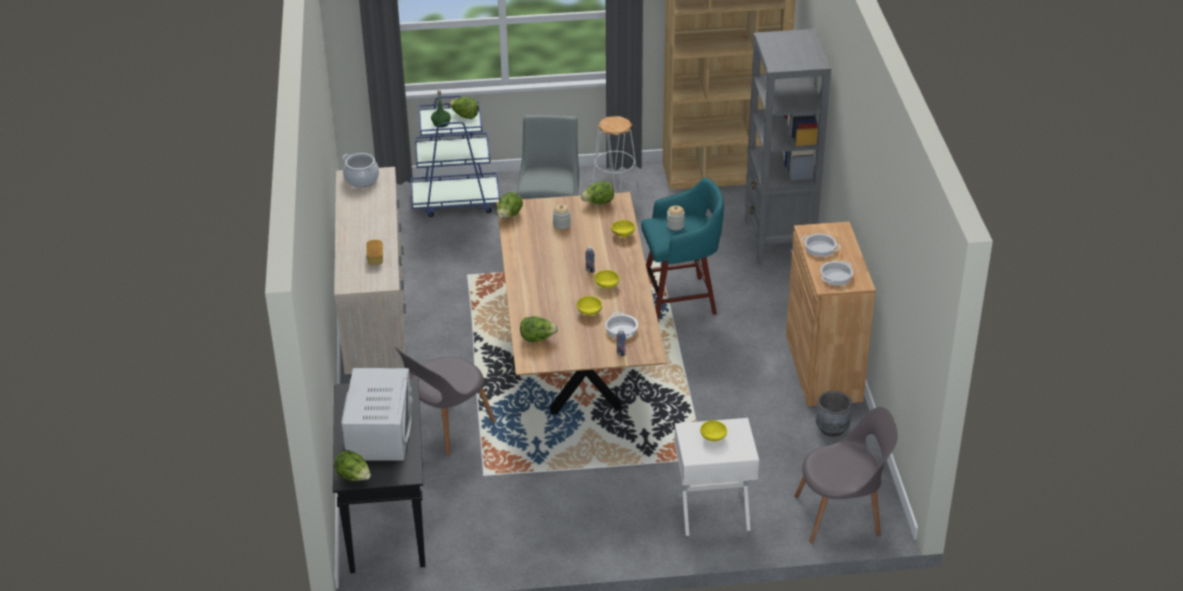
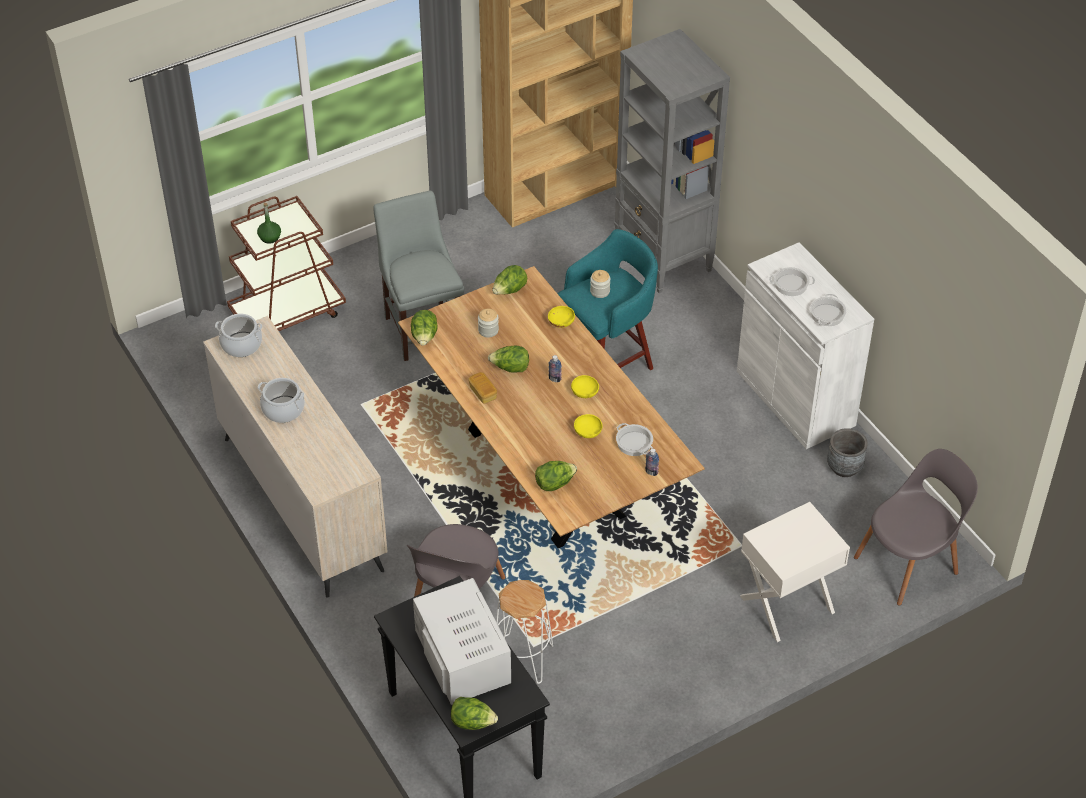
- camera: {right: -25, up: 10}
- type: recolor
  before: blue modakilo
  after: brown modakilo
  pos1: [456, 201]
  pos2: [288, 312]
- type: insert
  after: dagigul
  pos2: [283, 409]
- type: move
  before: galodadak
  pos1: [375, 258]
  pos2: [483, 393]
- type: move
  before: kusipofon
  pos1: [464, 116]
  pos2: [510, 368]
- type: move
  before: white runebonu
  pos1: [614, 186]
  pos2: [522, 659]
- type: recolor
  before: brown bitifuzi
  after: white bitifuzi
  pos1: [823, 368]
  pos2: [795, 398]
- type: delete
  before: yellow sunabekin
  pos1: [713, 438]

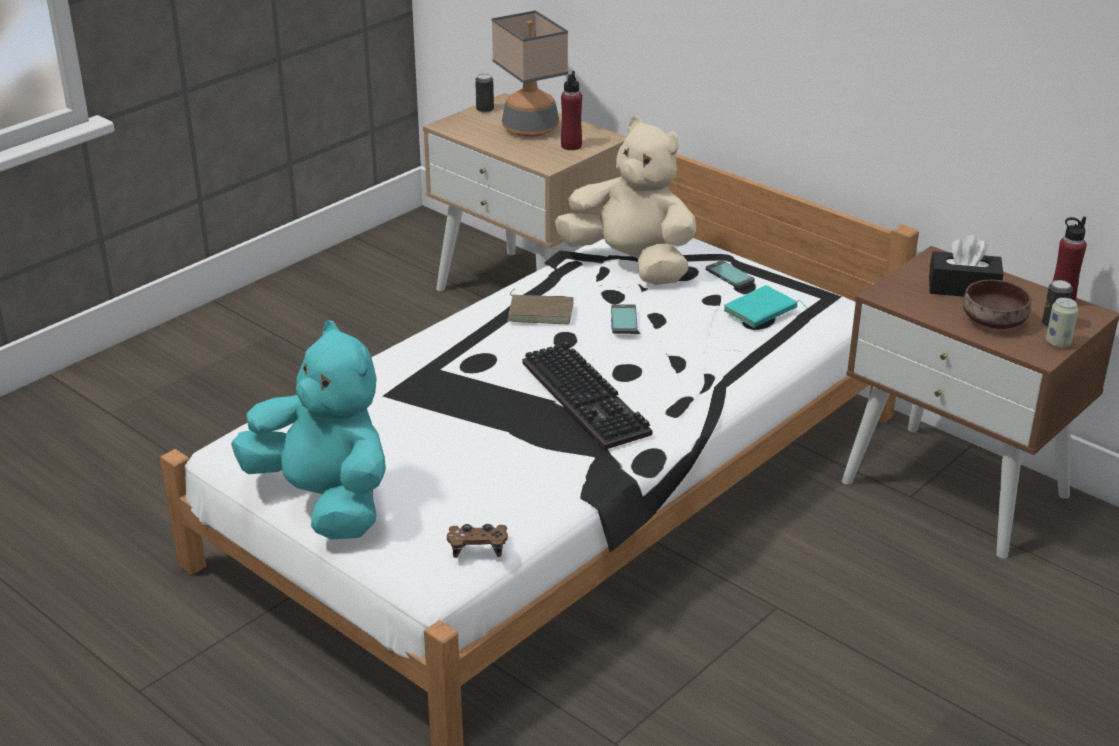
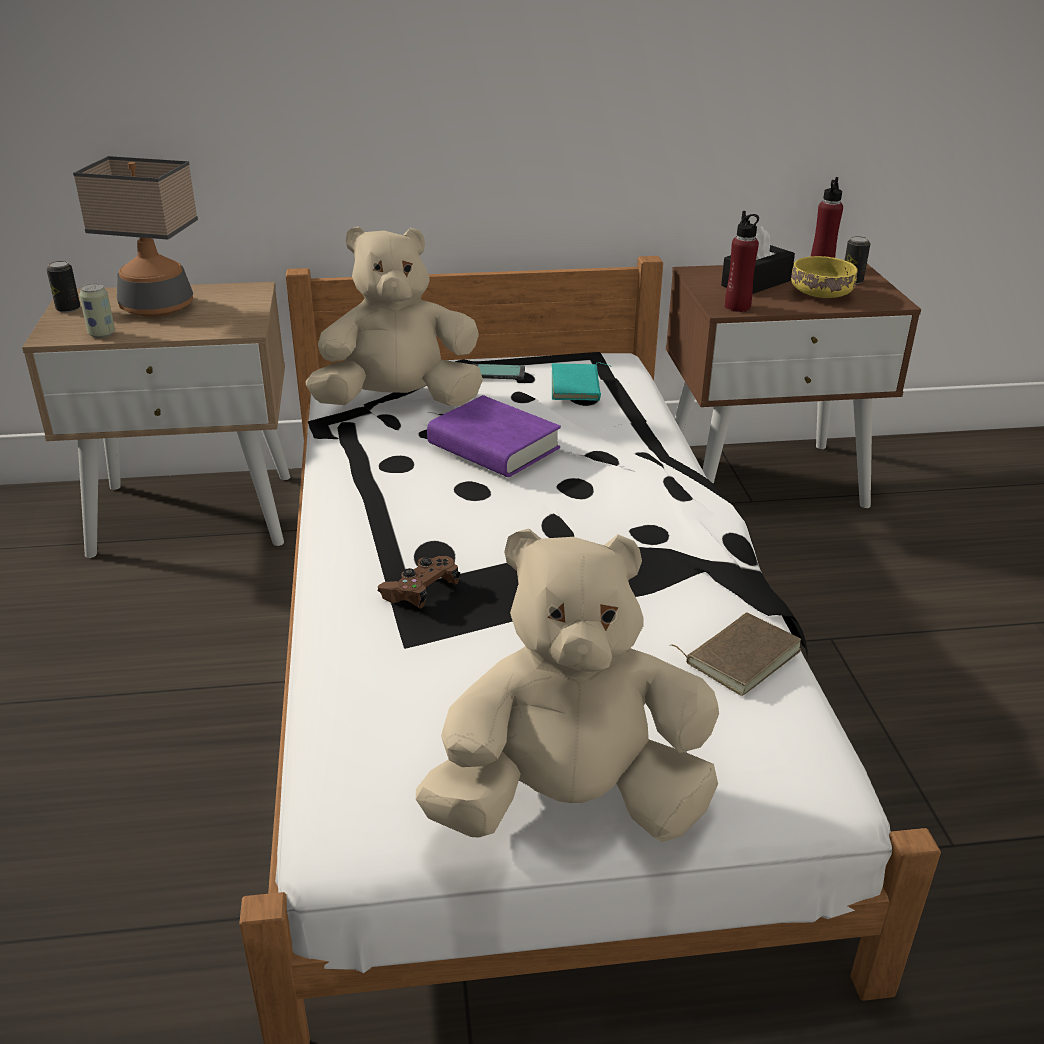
- camera: {right: -50, up: 0}
- type: move
  before: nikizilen
  pos1: [1058, 343]
  pos2: [102, 334]
- type: move
  before: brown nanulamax
  pos1: [477, 548]
  pos2: [421, 592]
- type: recolor
  before: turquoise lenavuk
  after: beige lenavuk
  pos1: [325, 501]
  pos2: [571, 802]
- type: replace
  before: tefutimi
  after: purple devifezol
  pos1: [623, 320]
  pos2: [493, 446]
- type: move
  before: brown devifezol
  pos1: [541, 311]
  pos2: [740, 656]
- type: move
  before: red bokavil
  pos1: [571, 146]
  pos2: [737, 307]
- type: recolor
  before: brown sunabekin
  after: yellow sunabekin
  pos1: [995, 321]
  pos2: [822, 294]
- type: delete
  before: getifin
  pos1: [589, 399]

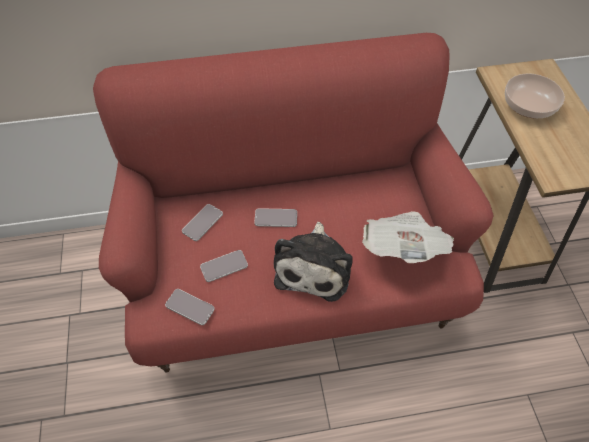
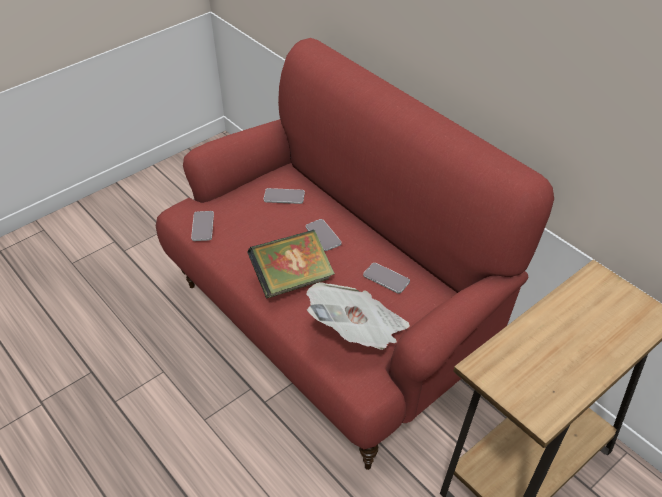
- camera: {right: 60, up: -10}
- type: replace
  before: lenavuk
  after: devifezol
  pos1: [314, 266]
  pos2: [292, 280]
- type: move
  before: tefutimi
  pos1: [224, 266]
  pos2: [386, 278]
- type: delete
  before: sunabekin
  pos1: [529, 106]

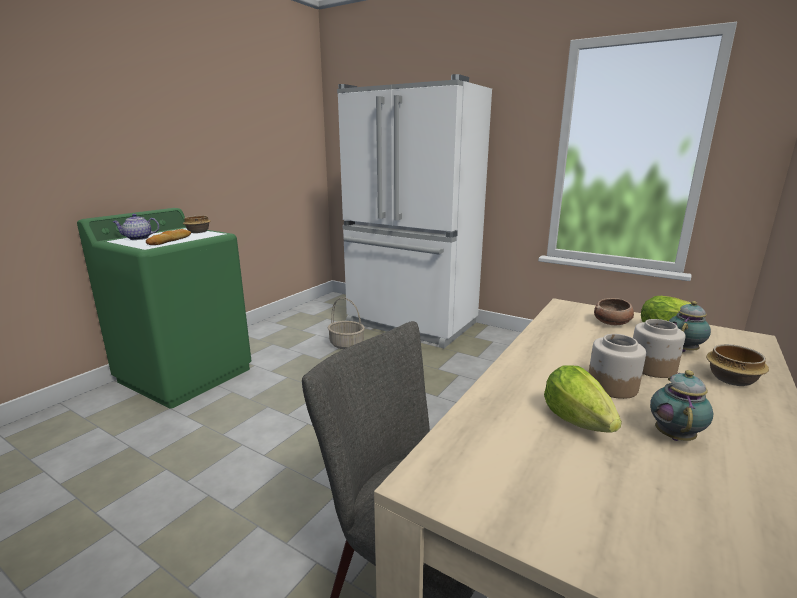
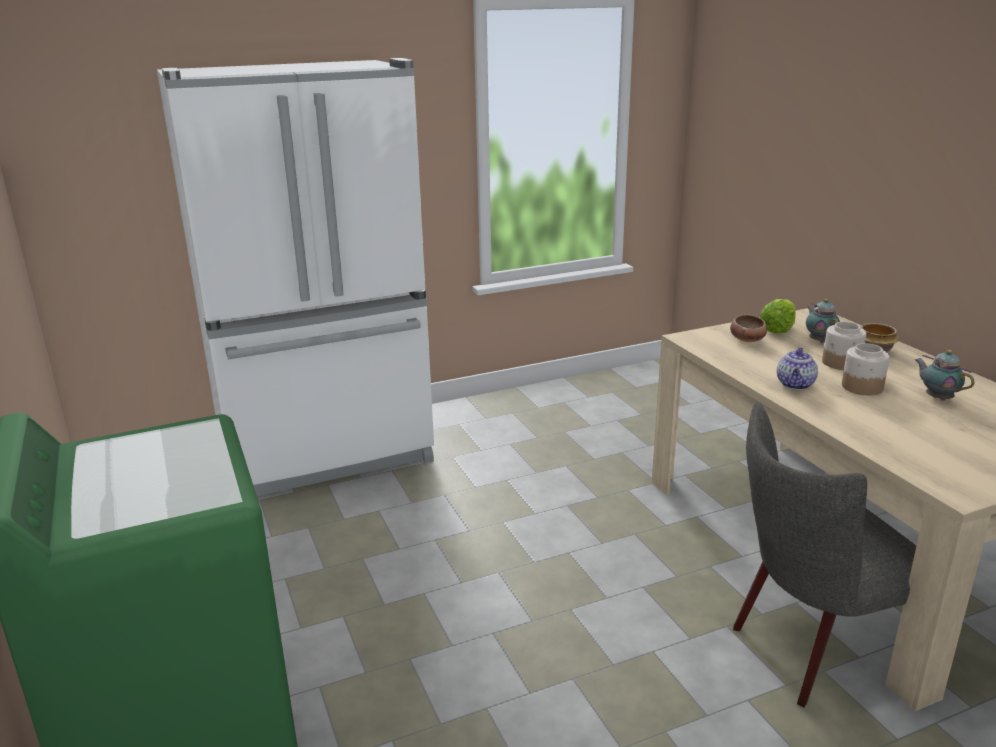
- camera: {right: -55, up: 5}
- type: move
  before: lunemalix
  pos1: [138, 238]
  pos2: [795, 385]
- type: delete
  before: galodadak
  pos1: [170, 240]
- type: delete
  before: sunabekin
  pos1: [198, 232]
- type: delete
  before: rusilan
  pos1: [347, 344]
- type: delete
  before: kusipofon
  pos1: [577, 420]

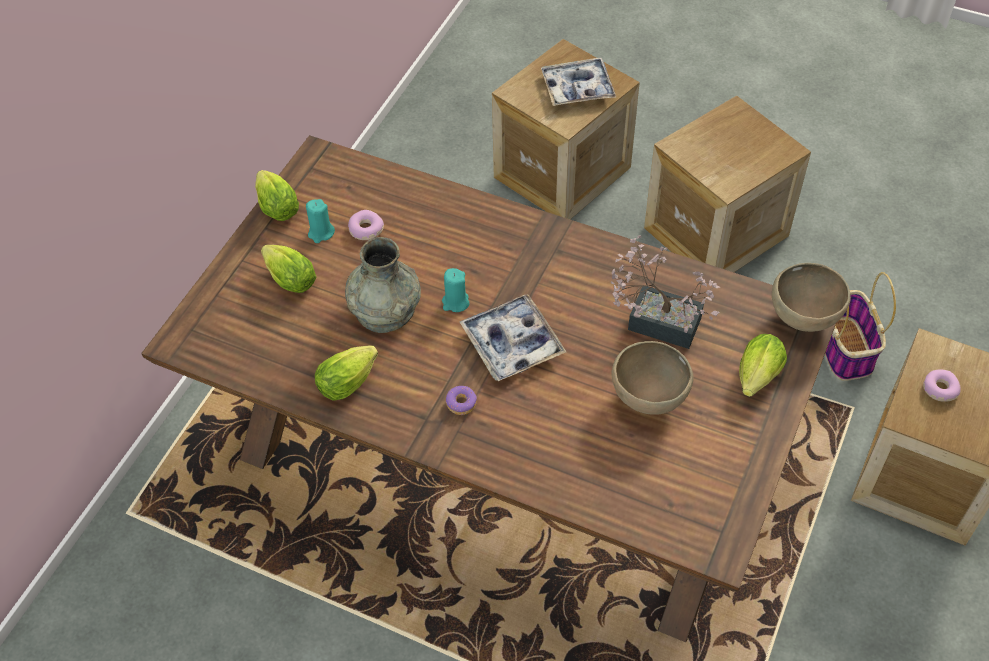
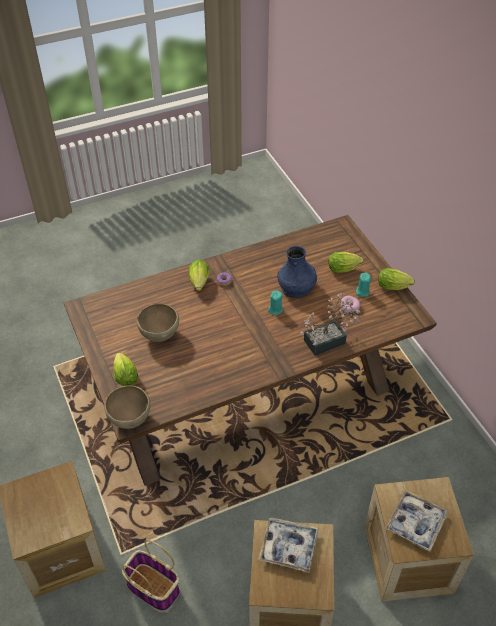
- camera: {right: 130, up: -5}
- type: move
  before: kusipofon
  pos1: [350, 381]
  pos2: [199, 284]
- type: move
  before: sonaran
  pos1: [512, 343]
  pos2: [288, 547]
- type: recolor
  before: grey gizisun
  after: blue gizisun
  pos1: [384, 309]
  pos2: [296, 287]
- type: move
  before: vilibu
  pos1: [656, 320]
  pos2: [329, 340]
- type: delete
  before: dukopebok
  pos1: [939, 389]

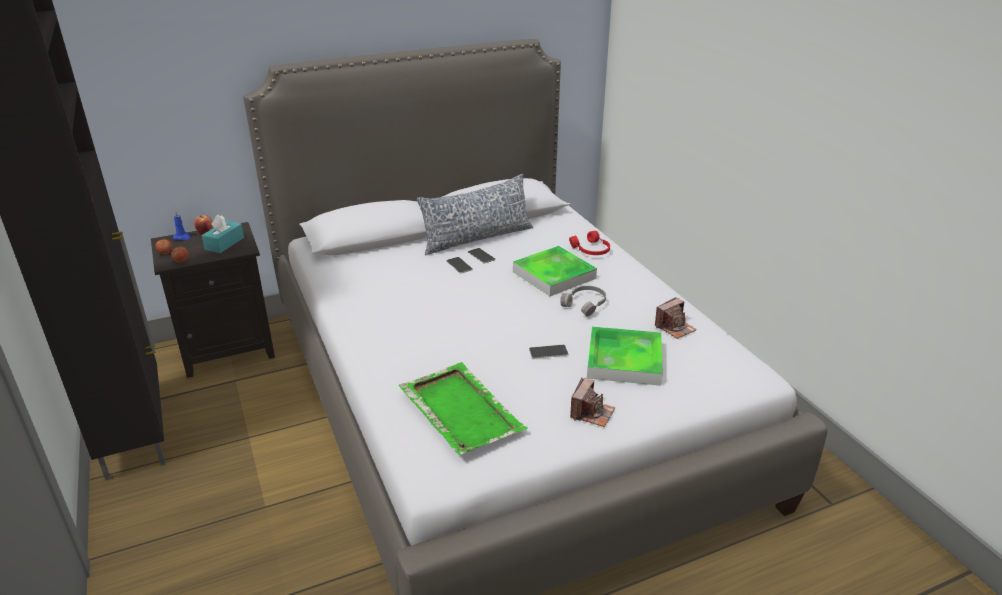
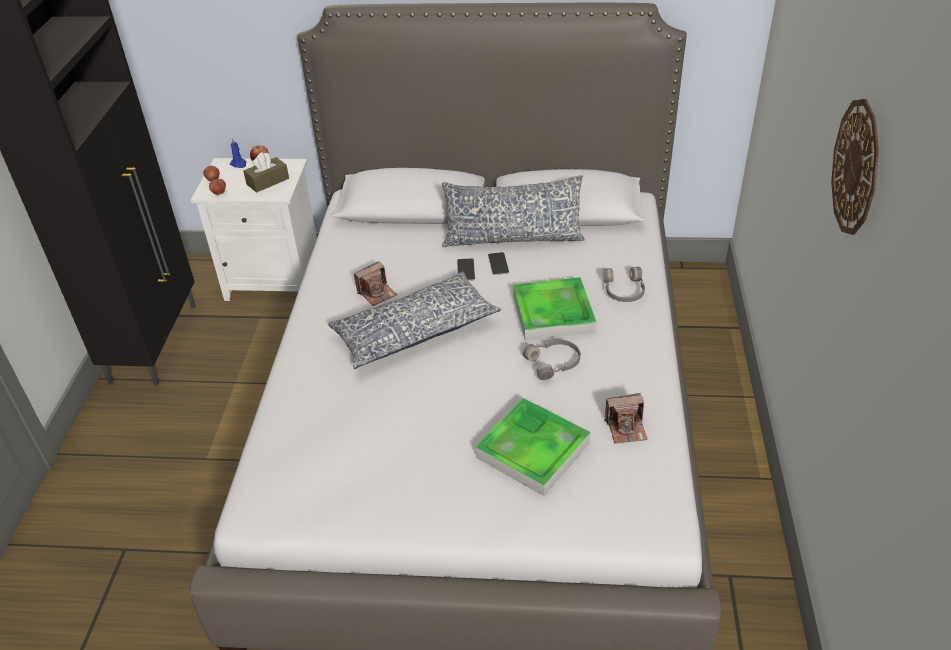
- camera: {right: 30, up: 10}
- type: recolor
  before: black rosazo
  after: white rosazo
  pos1: [229, 348]
  pos2: [275, 279]
- type: recolor
  before: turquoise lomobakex
  after: brown lomobakex
  pos1: [224, 243]
  pos2: [268, 181]
- type: insert
  after: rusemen
  pos2: [414, 331]
- type: move
  before: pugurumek
  pos1: [591, 413]
  pos2: [377, 293]
- type: recolor
  before: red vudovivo
  after: grey vudovivo
  pos1: [590, 250]
  pos2: [623, 291]
- type: insert
  after: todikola
  pos2: [856, 167]
- type: delete
  before: green sonaran
  pos1: [460, 410]
- type: delete
  before: tefutimi
  pos1: [548, 351]

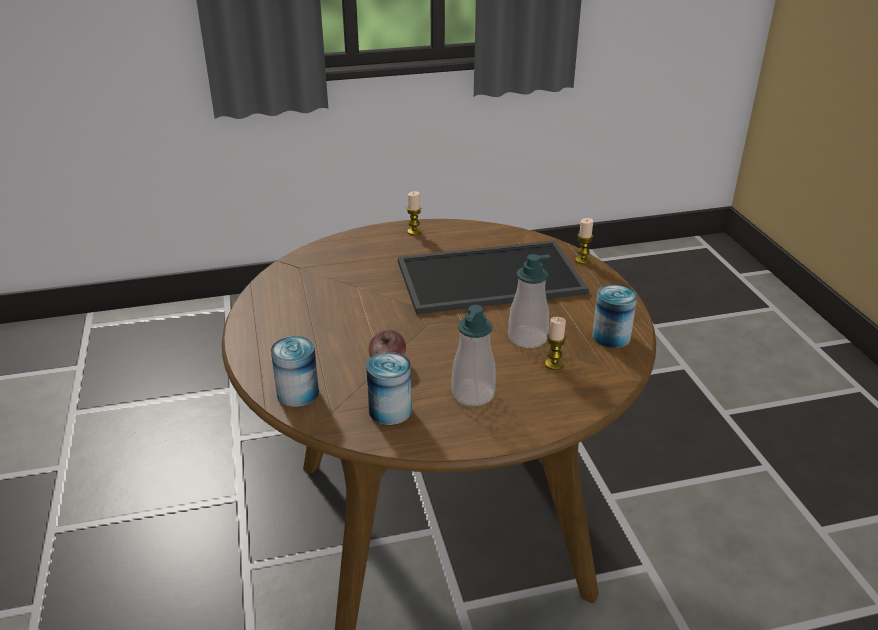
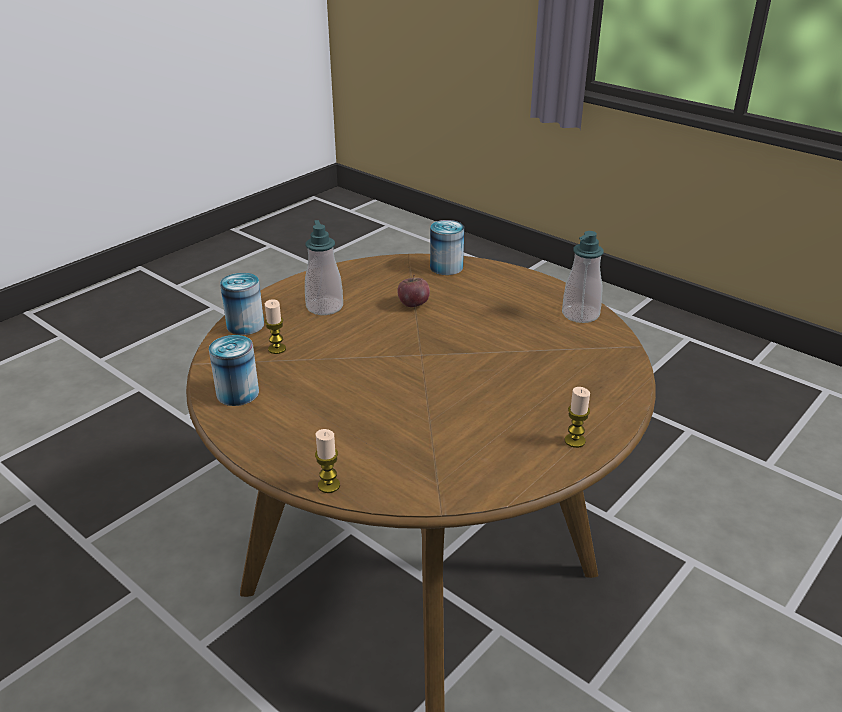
- camera: {right: 145, up: 0}
- type: move
  before: nikizilen
  pos1: [390, 410]
  pos2: [245, 325]
- type: move
  before: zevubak
  pos1: [527, 338]
  pos2: [580, 314]
- type: delete
  before: sonaran
  pos1: [489, 279]

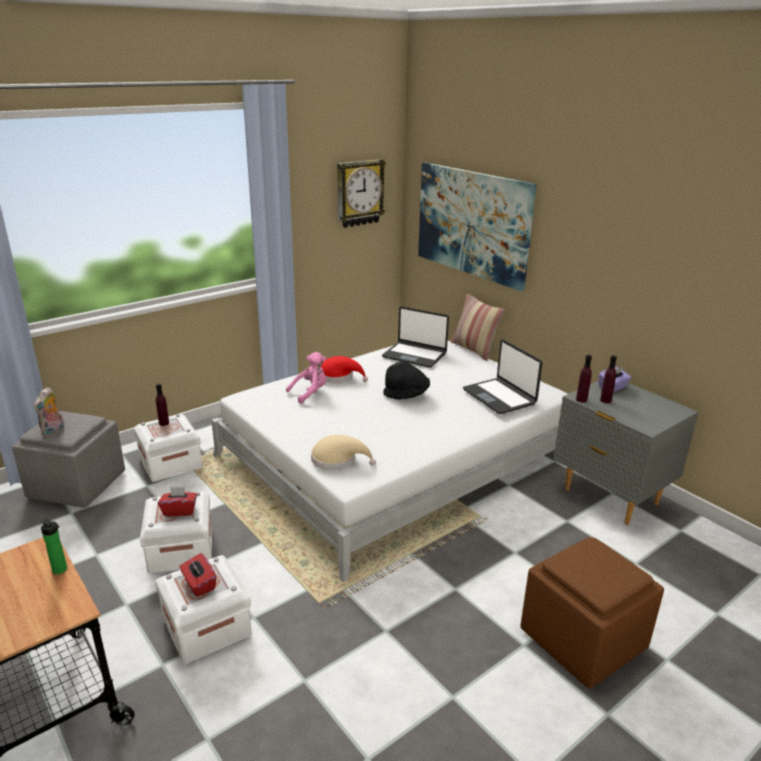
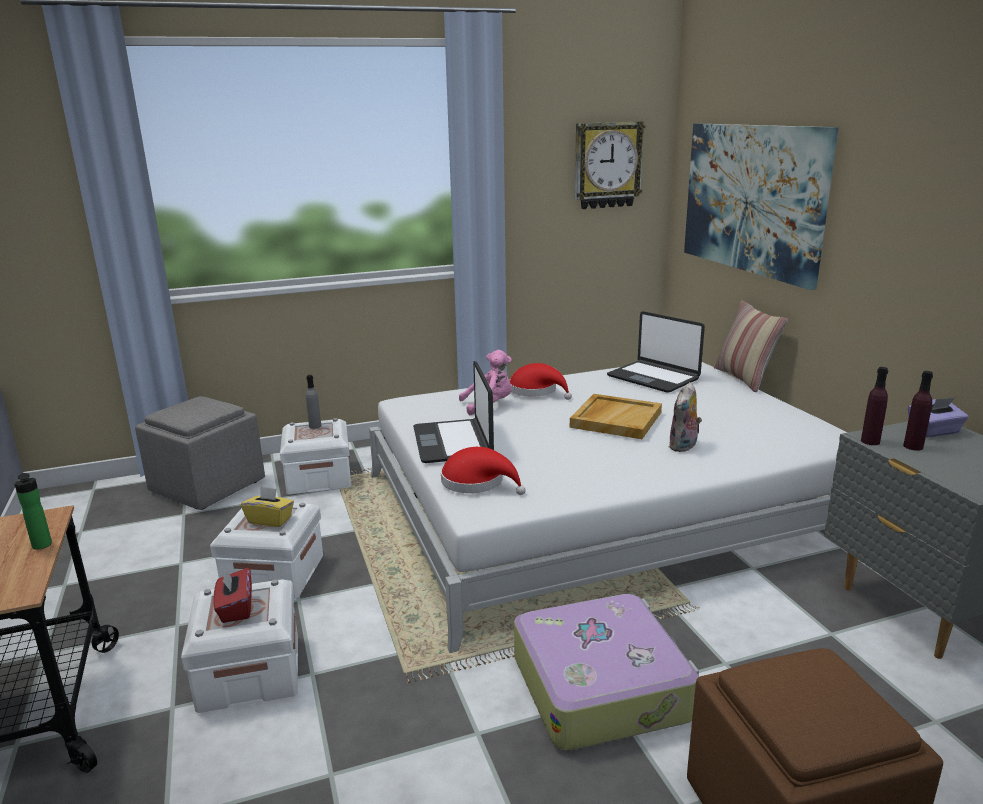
- camera: {right: 20, up: -5}
- type: recolor
  before: red lomobakex
  after: yellow lomobakex
  pos1: [179, 510]
  pos2: [270, 520]
- type: recolor
  before: purple bokavil
  after: grey bokavil
  pos1: [164, 423]
  pos2: [315, 426]
- type: move
  before: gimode
  pos1: [499, 397]
  pos2: [453, 442]
- type: recolor
  before: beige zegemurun
  after: red zegemurun
  pos1: [337, 460]
  pos2: [477, 482]
- type: insert
  after: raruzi
  pos2: [601, 686]
- type: replace
  before: black zegemurun
  after: beige sonaran
  pos1: [406, 395]
  pos2: [615, 419]
- type: move
  before: lenavuk
  pos1: [54, 432]
  pos2: [684, 447]

